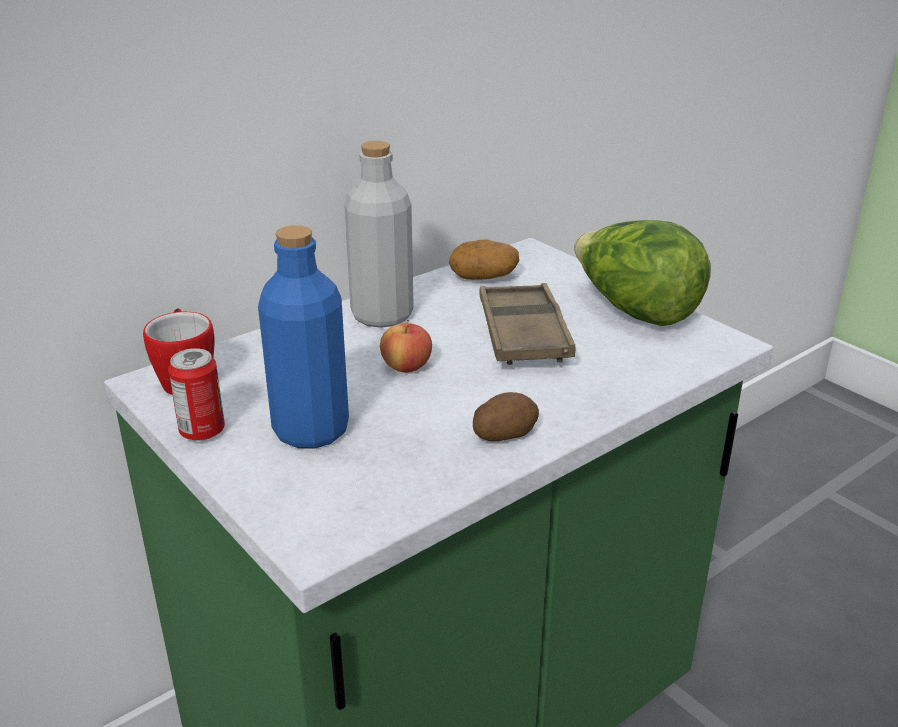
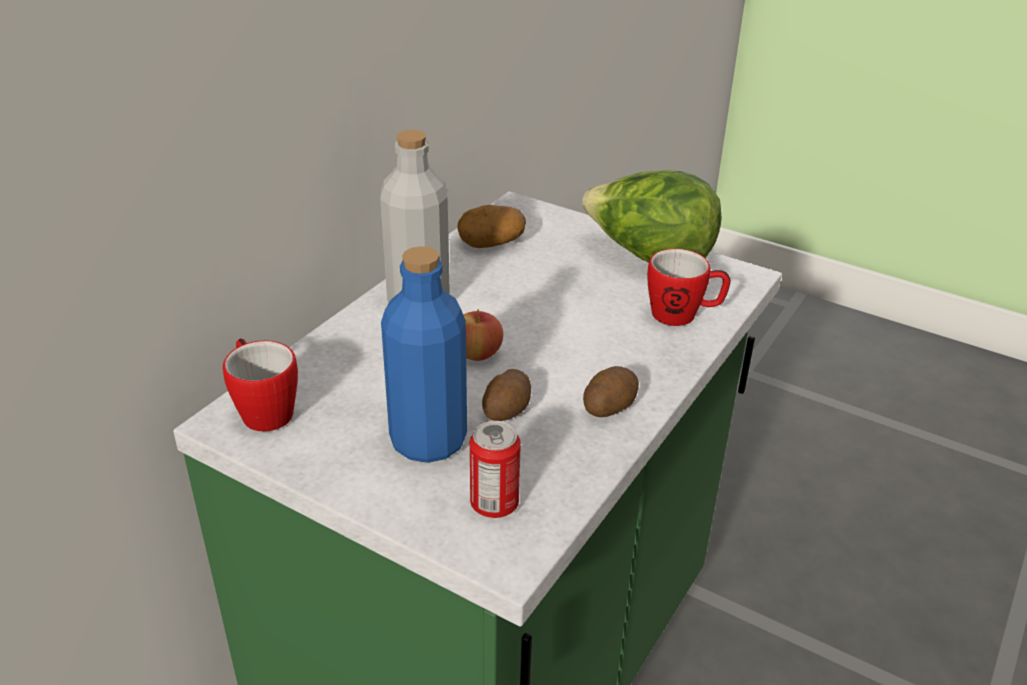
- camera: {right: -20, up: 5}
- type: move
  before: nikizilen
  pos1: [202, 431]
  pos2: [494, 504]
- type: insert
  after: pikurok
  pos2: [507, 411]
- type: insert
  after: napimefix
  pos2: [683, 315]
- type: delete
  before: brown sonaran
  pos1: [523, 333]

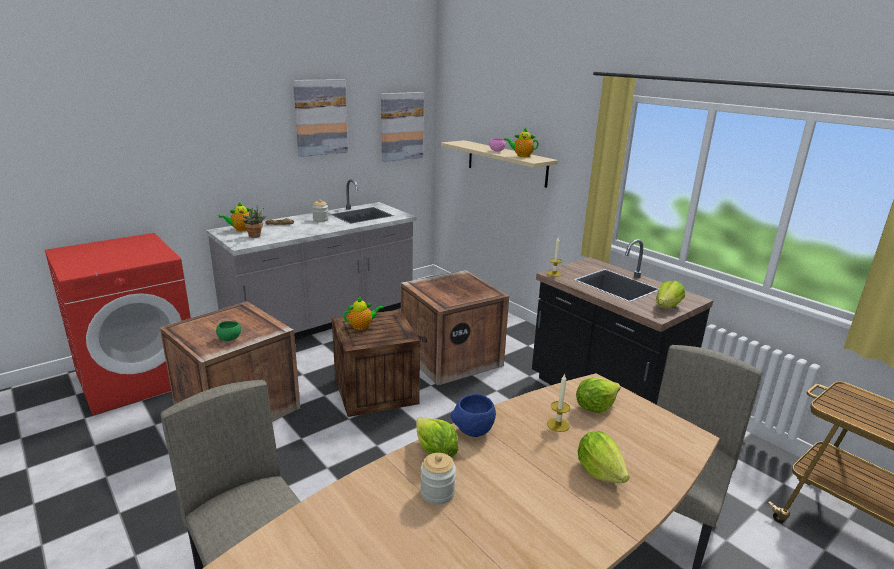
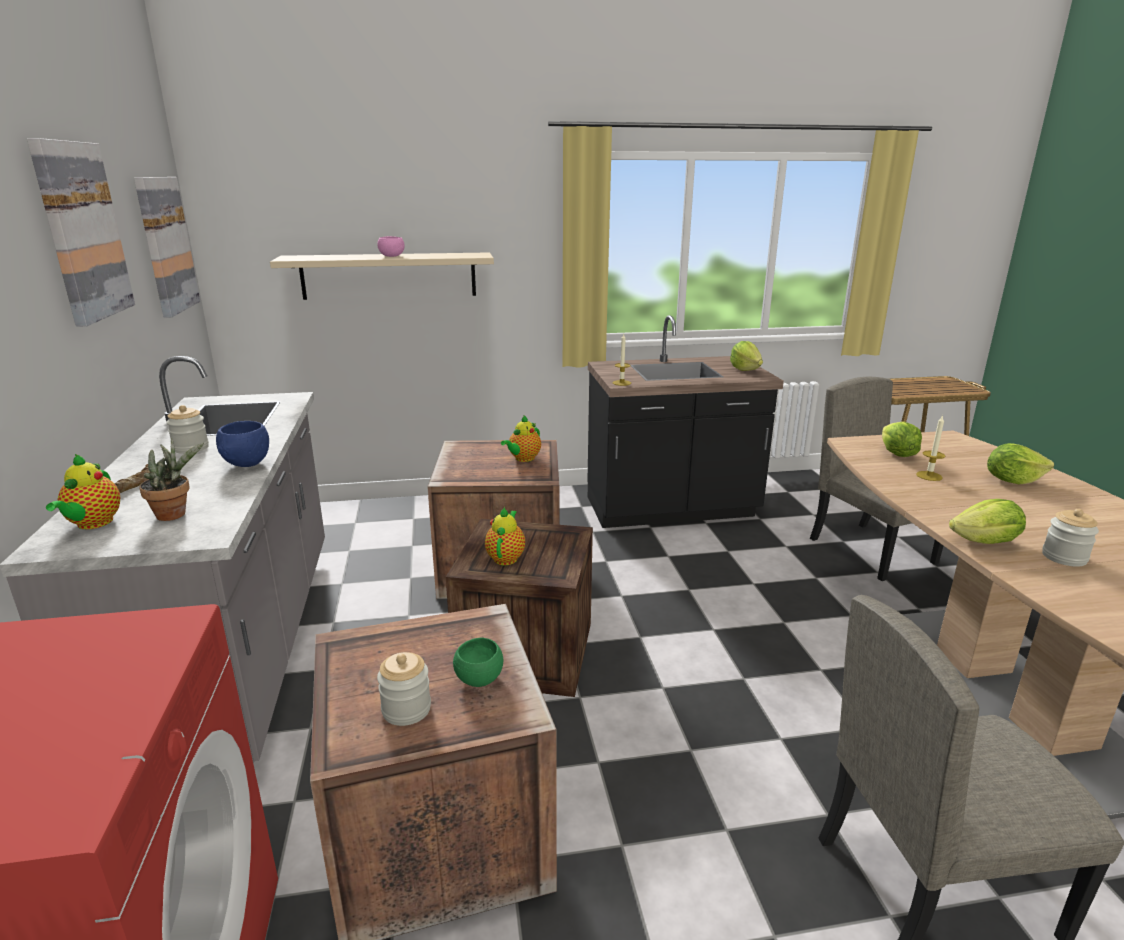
- camera: {right: -60, up: 0}
- type: move
  before: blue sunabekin
  pos1: [473, 432]
  pos2: [246, 465]
- type: insert
  after: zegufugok
  pos2: [406, 709]
- type: move
  before: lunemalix
  pos1: [521, 156]
  pos2: [523, 459]

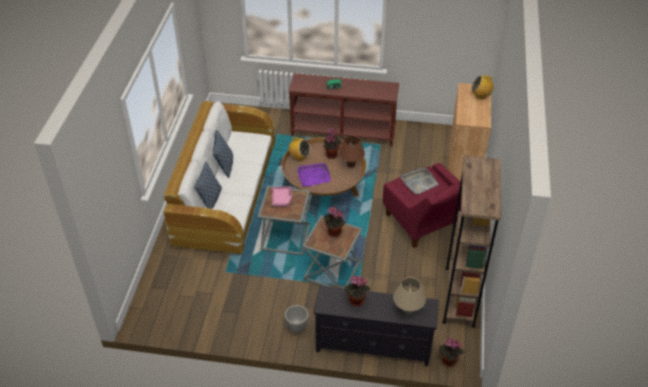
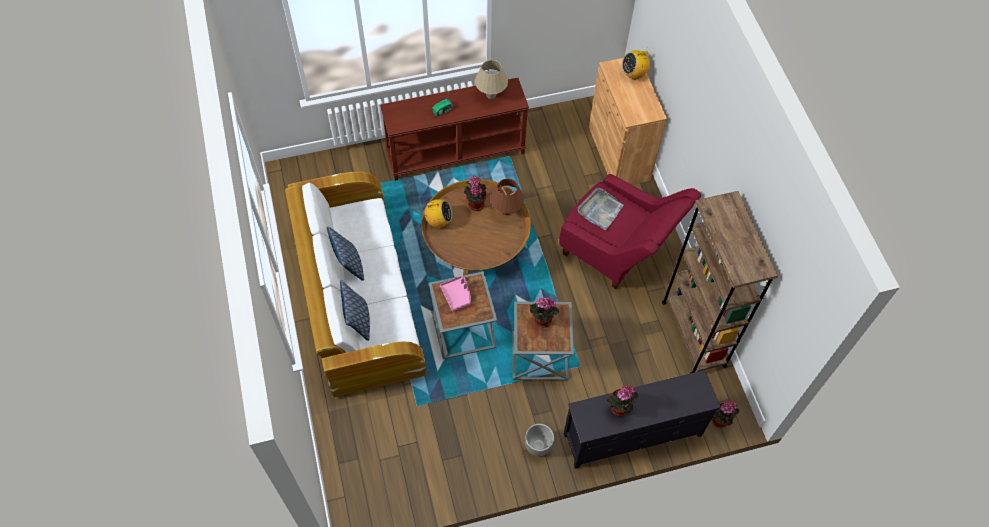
- camera: {right: -25, up: 15}
- type: move
  before: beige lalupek
  pos1: [408, 310]
  pos2: [491, 95]
- type: delete
  before: purple sonaran
  pos1: [313, 176]

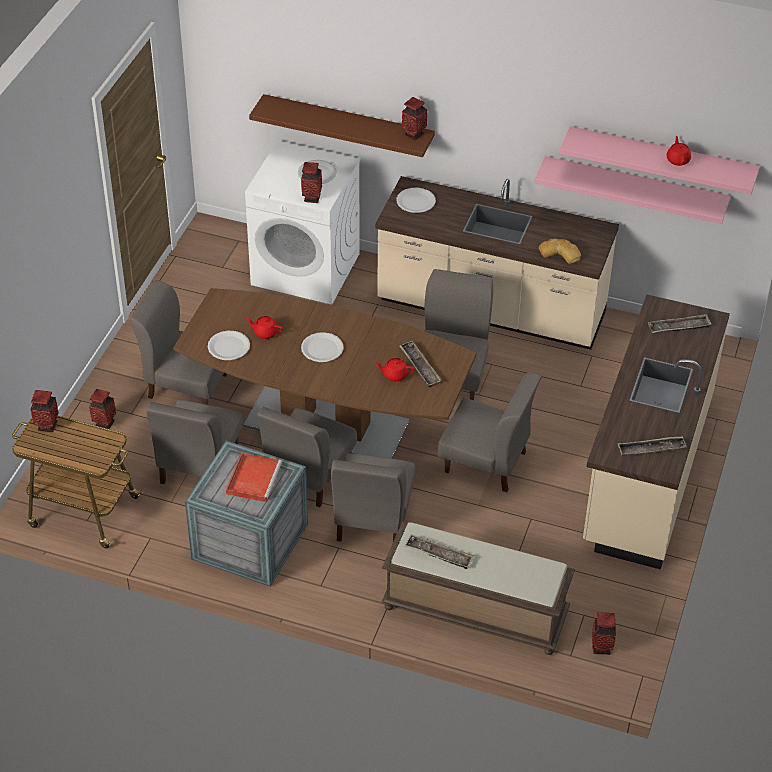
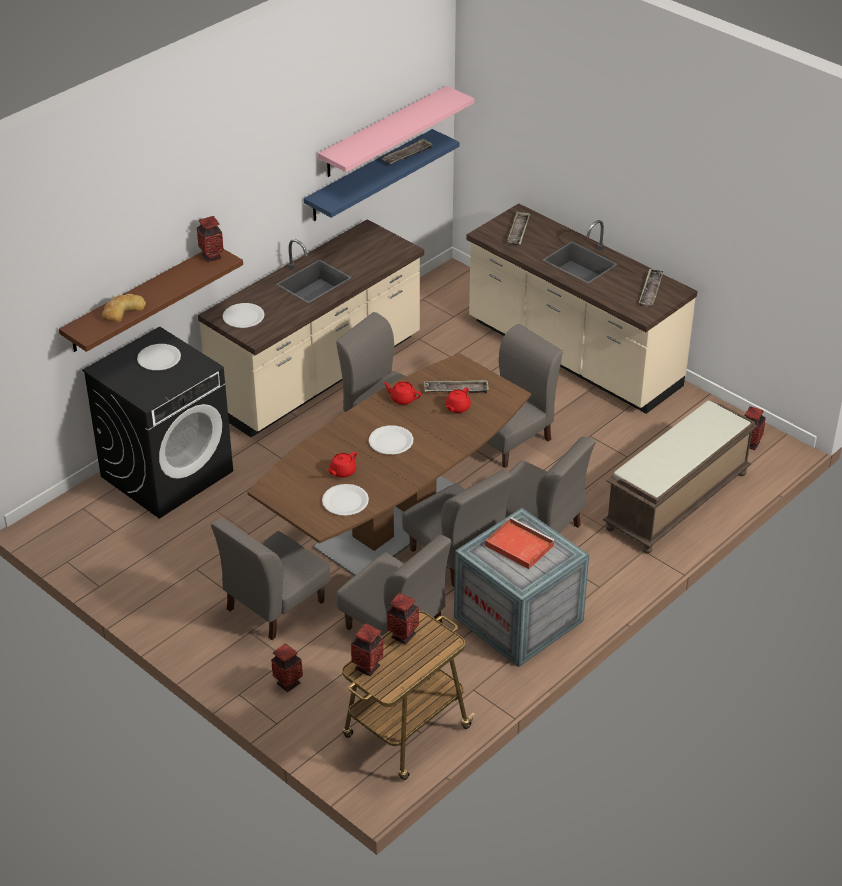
- camera: {right: -65, up: -5}
- type: recolor
  before: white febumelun
  after: black febumelun
  pos1: [306, 269]
  pos2: [167, 473]
- type: move
  before: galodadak
  pos1: [560, 253]
  pos2: [122, 311]
- type: recolor
  before: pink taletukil
  after: blue taletukil
  pos1: [634, 188]
  pos2: [370, 176]
- type: move
  before: sonaran
  pos1: [439, 554]
  pos2: [407, 155]
- type: move
  before: red lunemalix
  pos1: [678, 160]
  pos2: [402, 399]
- type: move
  before: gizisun
  pos1: [312, 198]
  pos2: [403, 636]

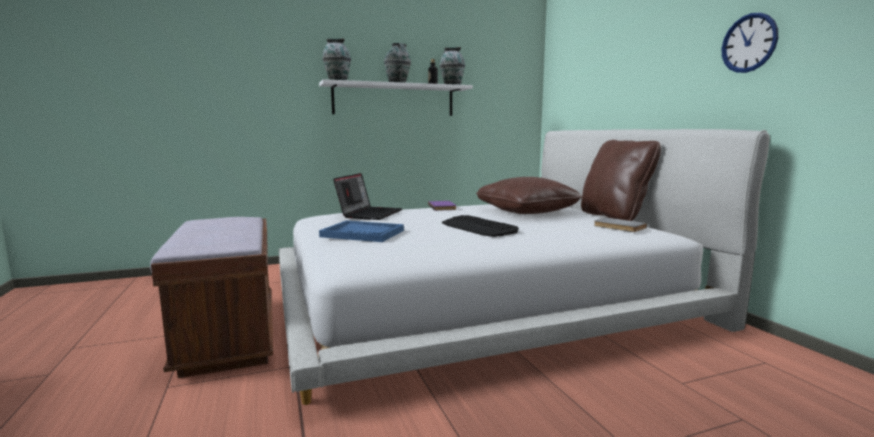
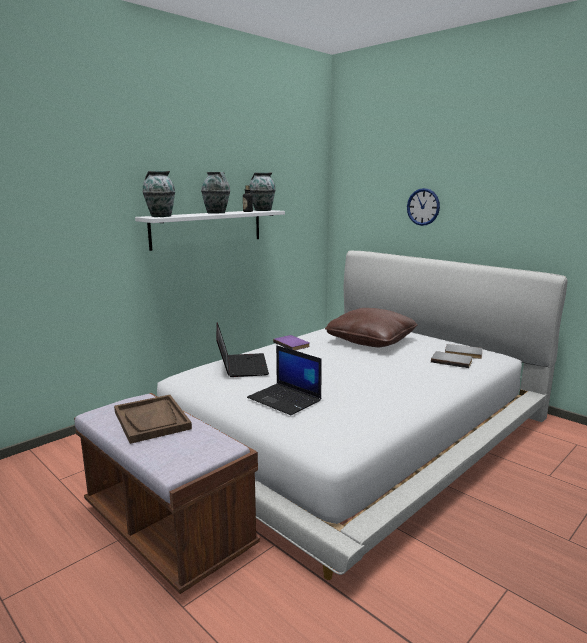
- camera: {right: -25, up: 5}
- type: insert
  after: brown sonaran
  pos2: [152, 420]
- type: replace
  before: blue sonaran
  after: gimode
  pos1: [363, 233]
  pos2: [285, 399]
- type: move
  before: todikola
  pos1: [749, 43]
  pos2: [423, 207]
- type: insert
  after: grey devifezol
  pos2: [451, 361]
- type: delete
  before: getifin
  pos1: [478, 227]
- type: delete
  before: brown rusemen
  pos1: [614, 216]

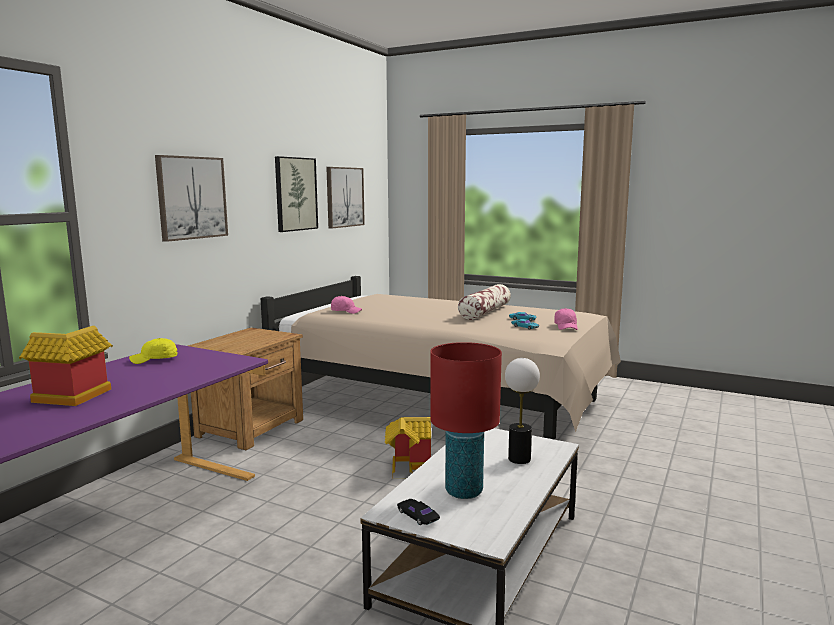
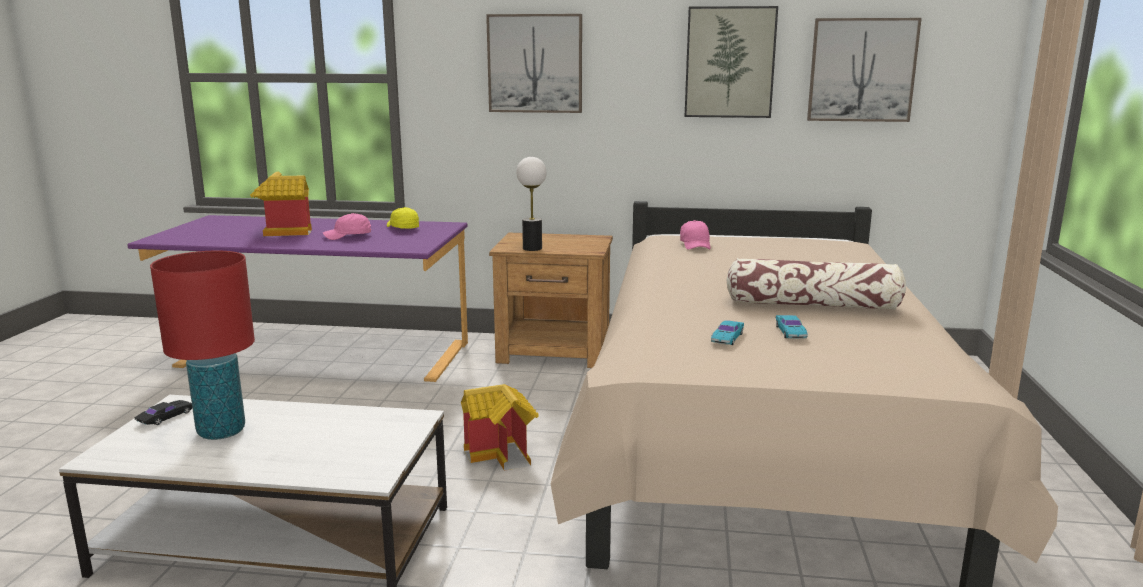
- camera: {right: 70, up: 5}
- type: move
  before: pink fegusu
  pos1: [566, 326]
  pos2: [348, 236]
- type: move
  before: lalupek
  pos1: [519, 459]
  pos2: [532, 248]

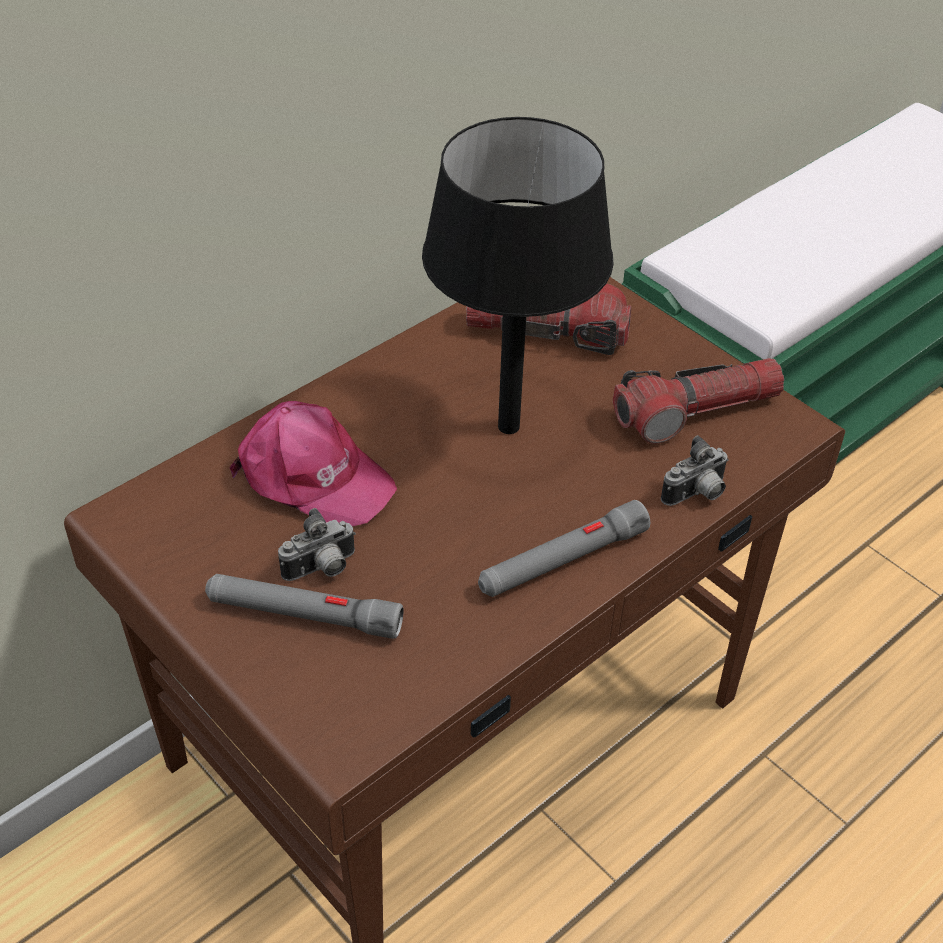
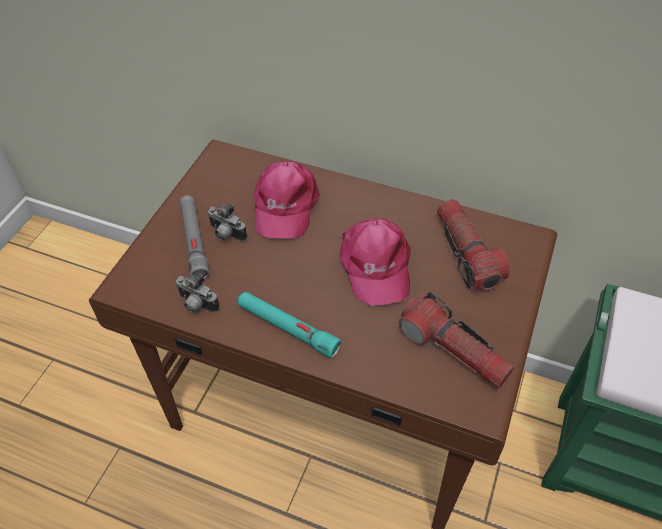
- camera: {right: 65, up: 5}
- type: move
  before: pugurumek
  pos1: [696, 495]
  pos2: [196, 305]
- type: recolor
  before: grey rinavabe
  after: turquoise rinavabe
  pos1: [562, 560]
  pos2: [287, 328]
- type: replace
  before: black lalupek
  after: pink fegusu
  pos1: [508, 426]
  pos2: [375, 266]

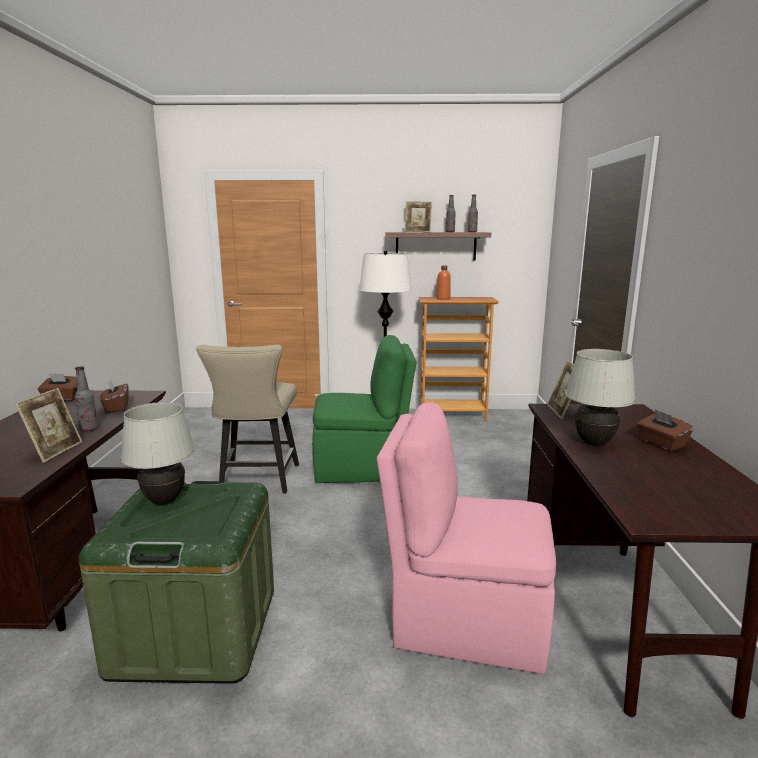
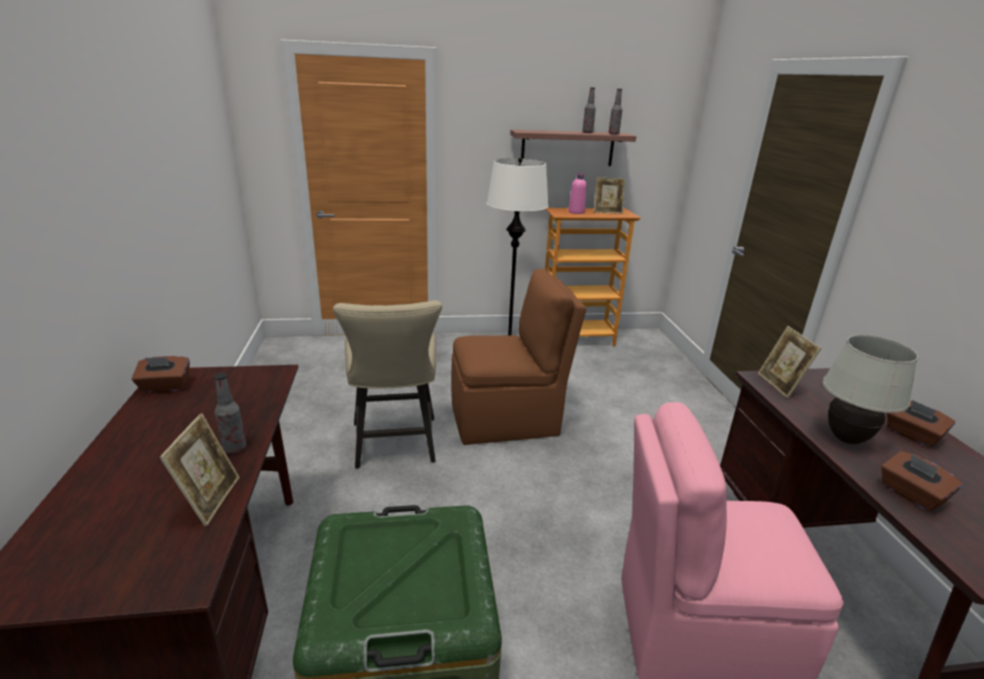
- camera: {right: -10, up: 10}
- type: recolor
  before: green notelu
  after: brown notelu
  pos1: [362, 468]
  pos2: [507, 419]
- type: recolor
  before: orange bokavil
  after: pink bokavil
  pos1: [443, 299]
  pos2: [576, 212]
- type: move
  before: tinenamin
  pos1: [417, 232]
  pos2: [607, 212]
- type: move
  before: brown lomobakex
  pos1: [116, 408]
  pos2: [910, 494]
- type: delete
  before: white lalupek
  pos1: [164, 501]

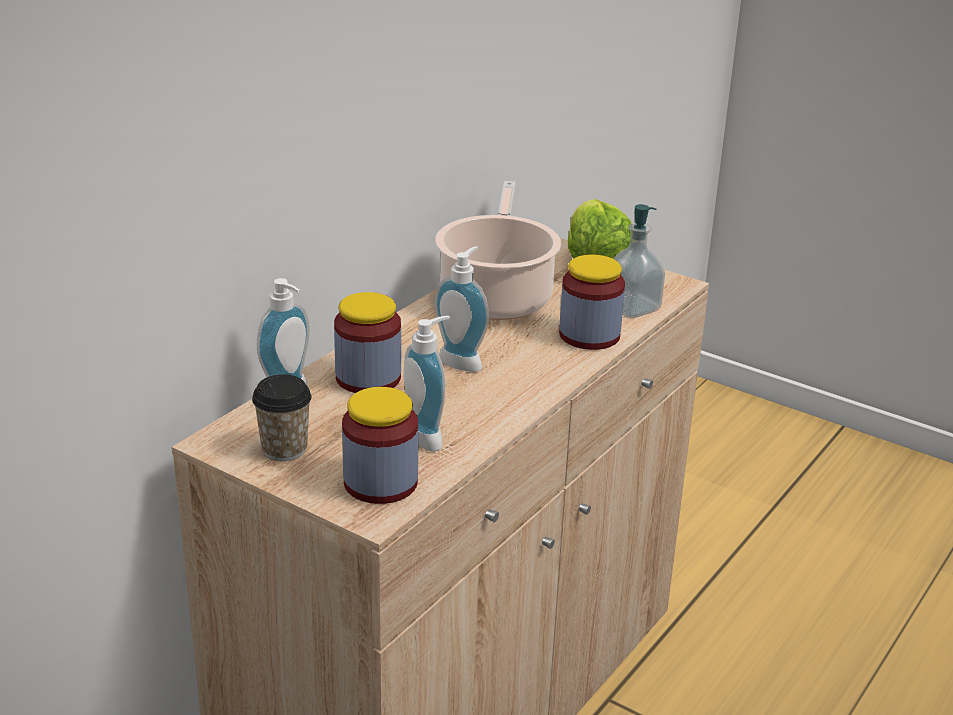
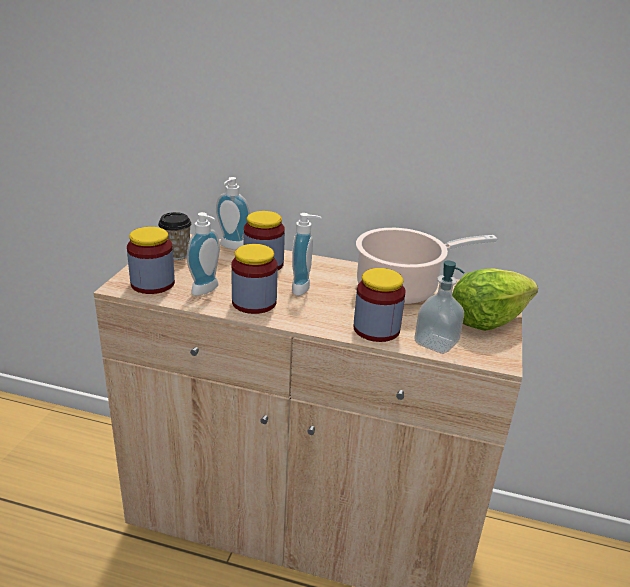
- camera: {right: 70, up: 0}
- type: insert
  after: zegufugok
  pos2: [254, 302]

